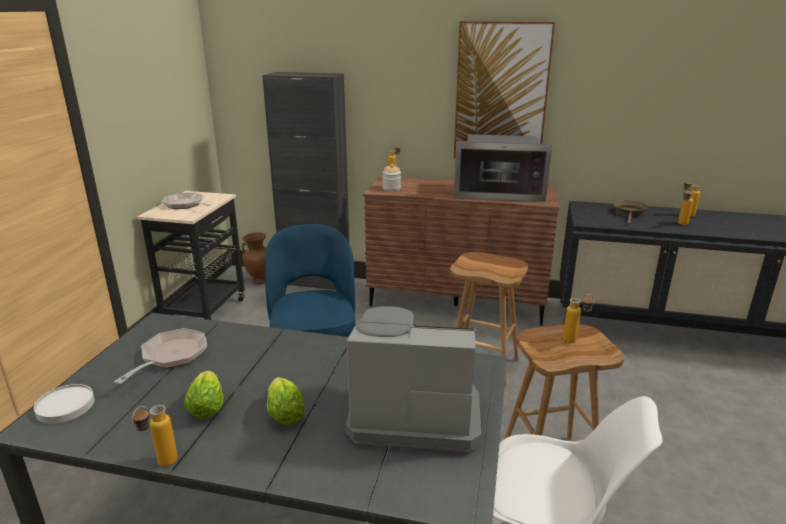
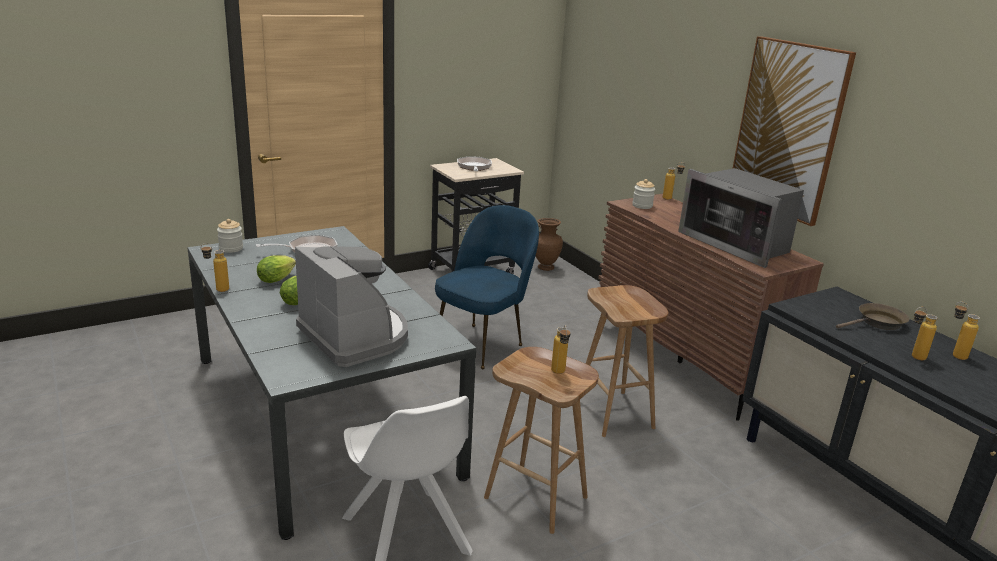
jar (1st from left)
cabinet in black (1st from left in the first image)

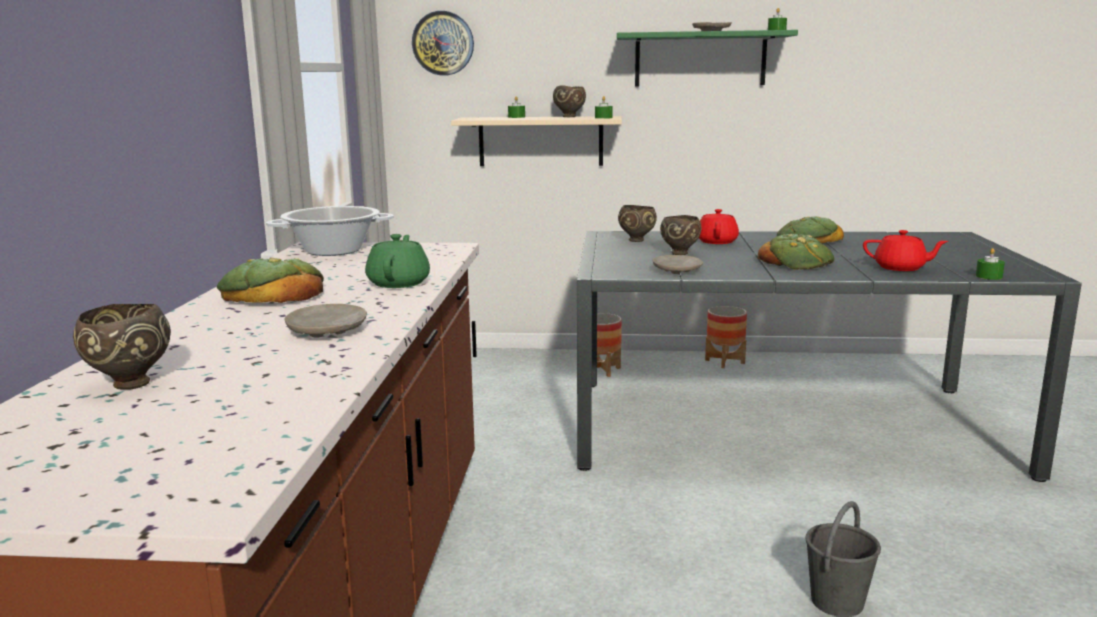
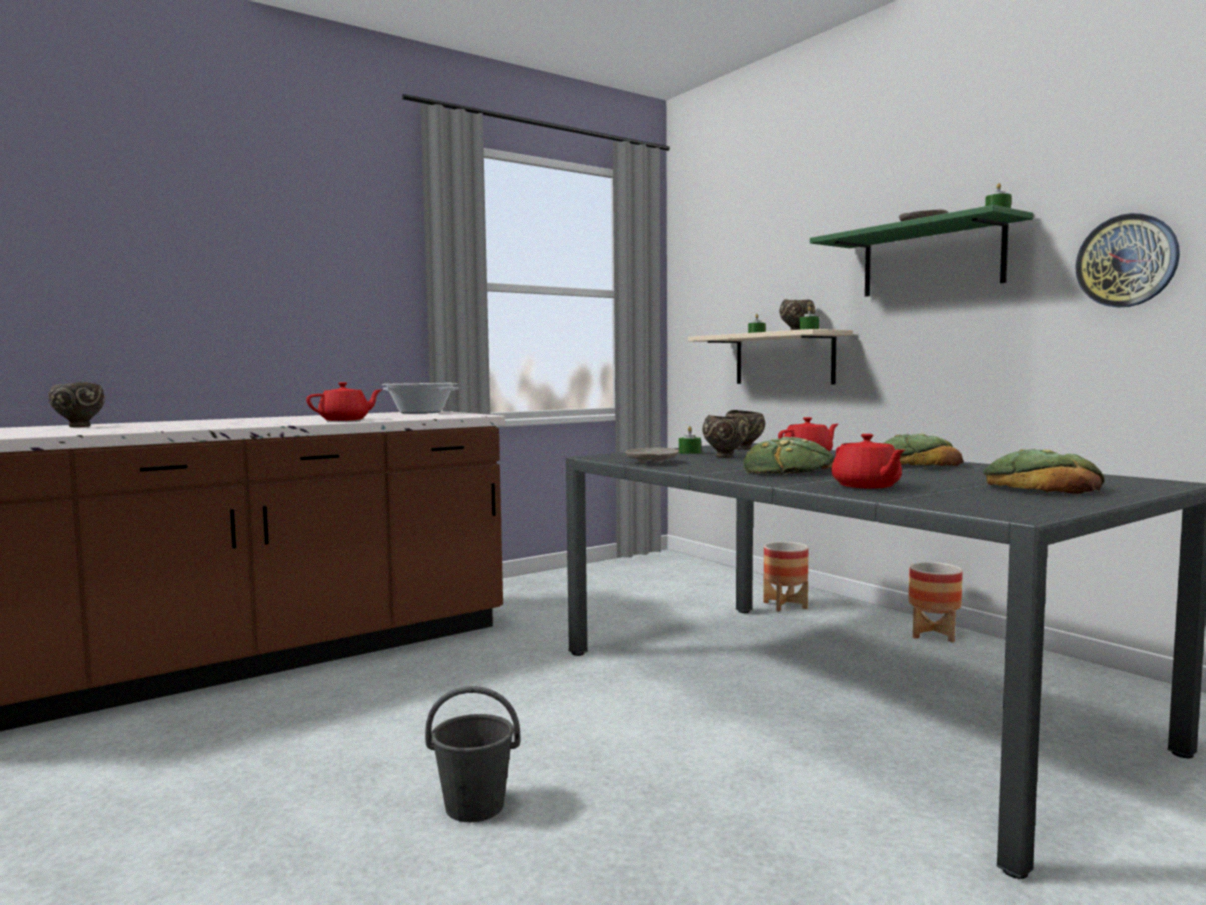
bread (3rd from left)
plate in beige (1st from left in the first image)
teapot in red (1st from left)
wall clock
candle in green (1st from left)

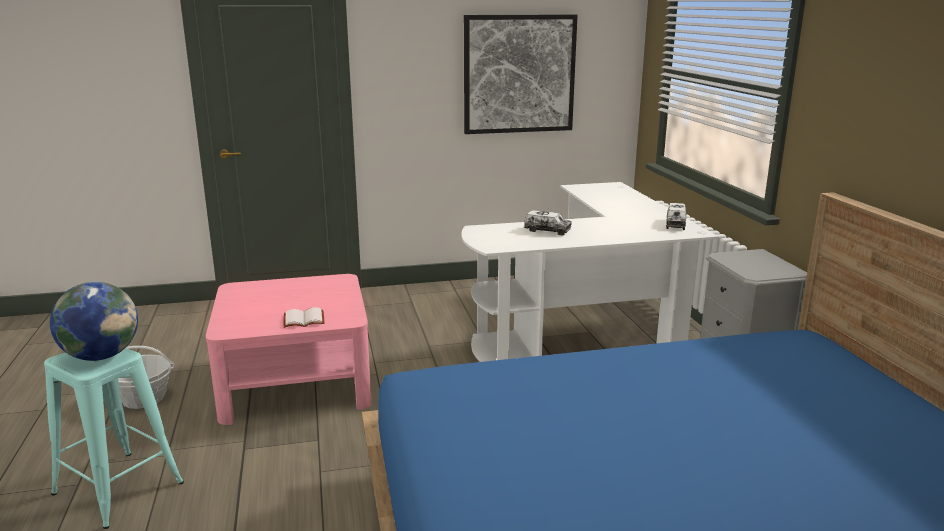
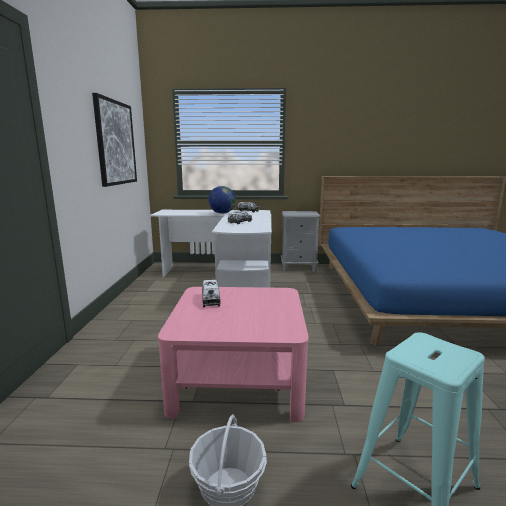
globe
book in white
toy truck (1st from left)

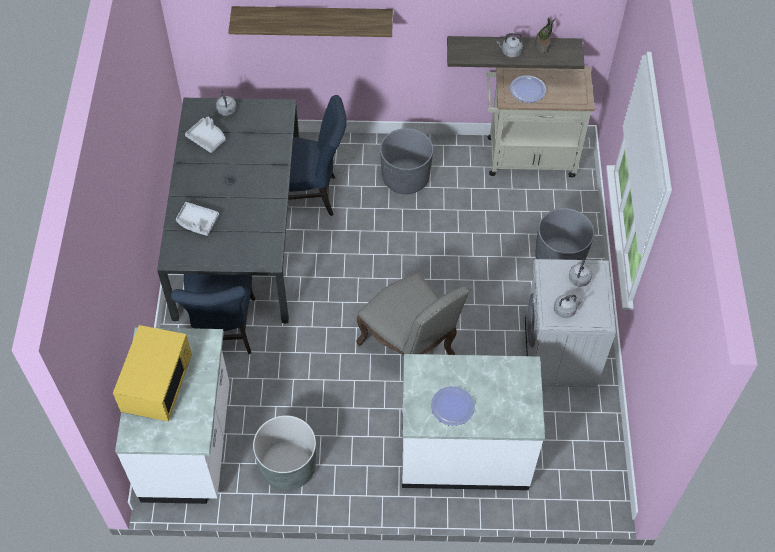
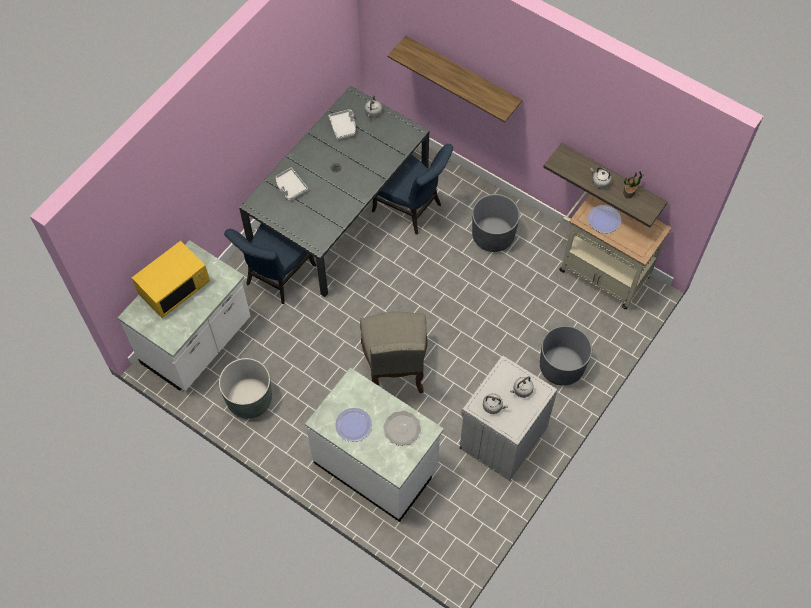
plate (2nd from left)

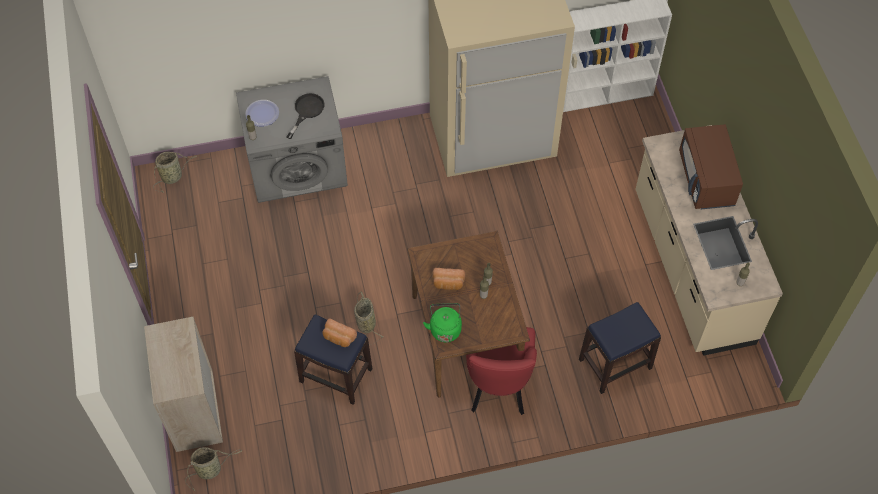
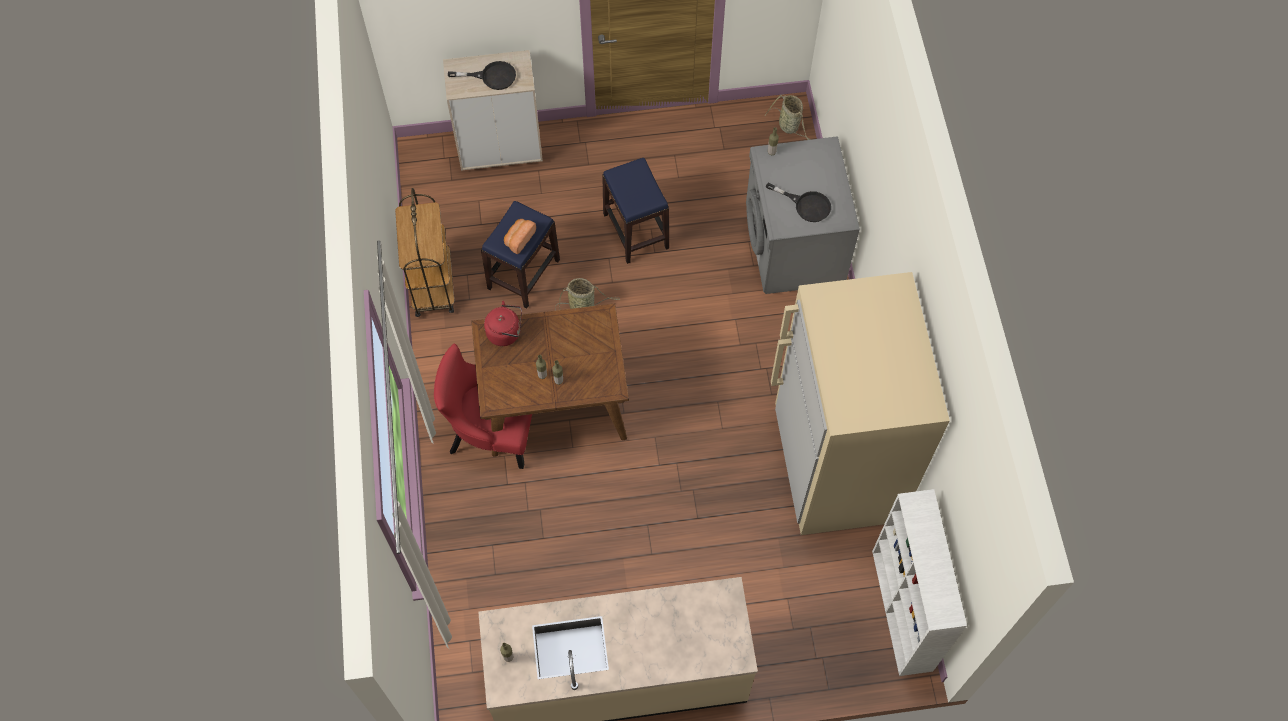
basket (2nd from left in the first image)
plate
kettle in red
bread (2nd from left in the first image)
stool (2nd from left)
microwave in brown
cart in brown
frying pan in black (1st from left)

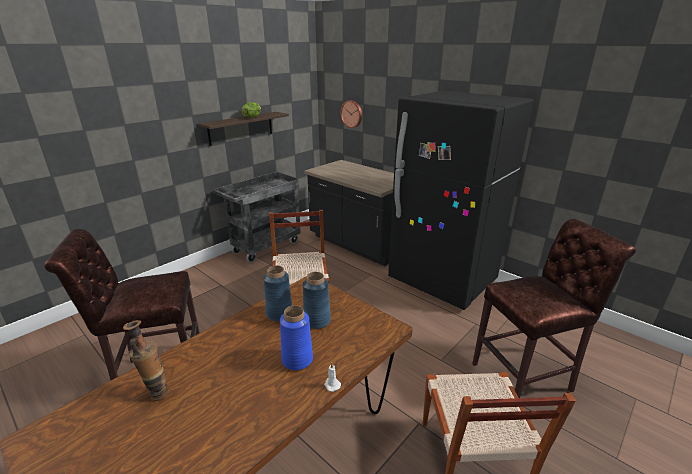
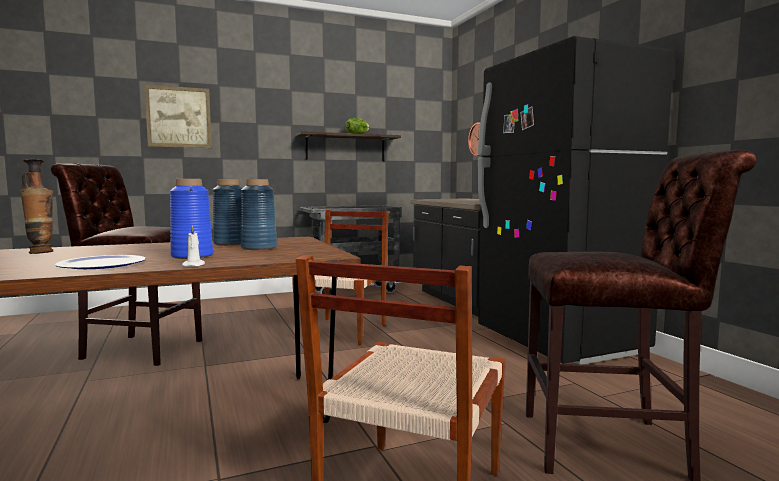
plate
picture

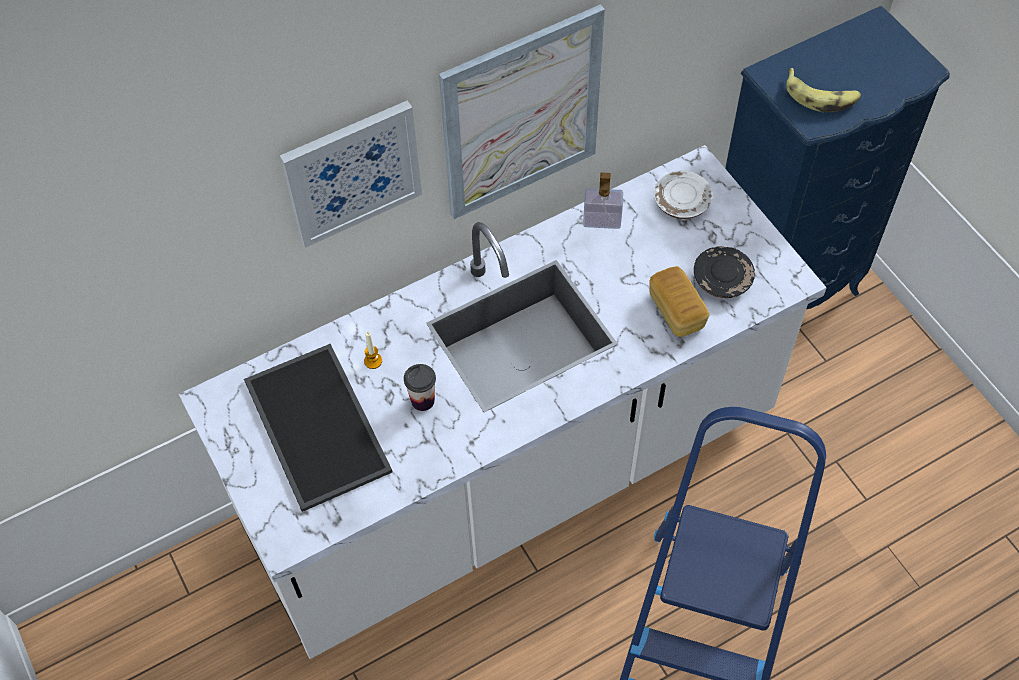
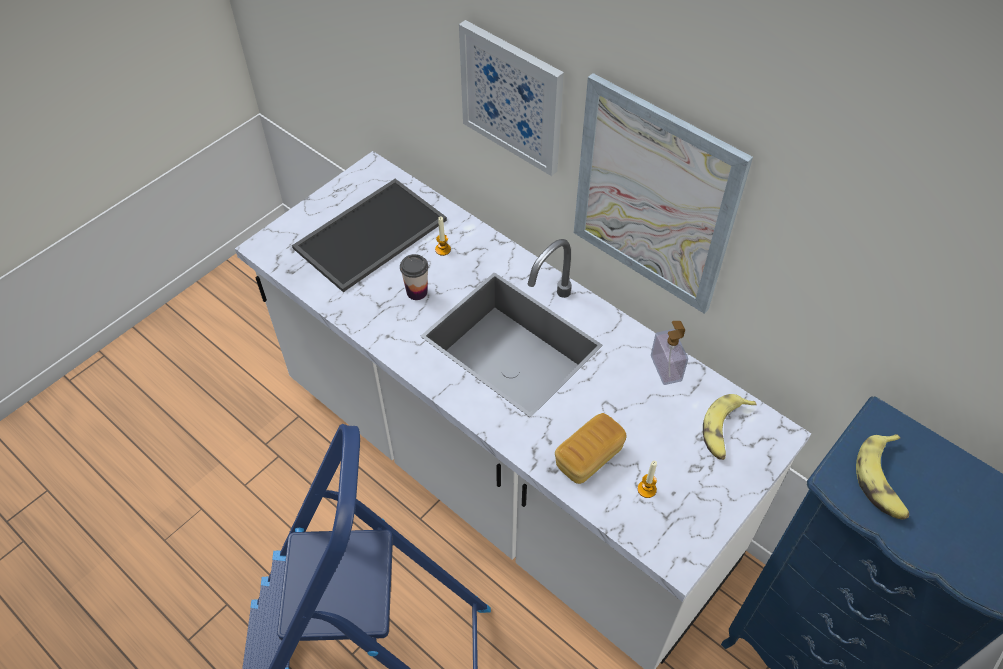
banana (1st from left)
candle (2nd from left)

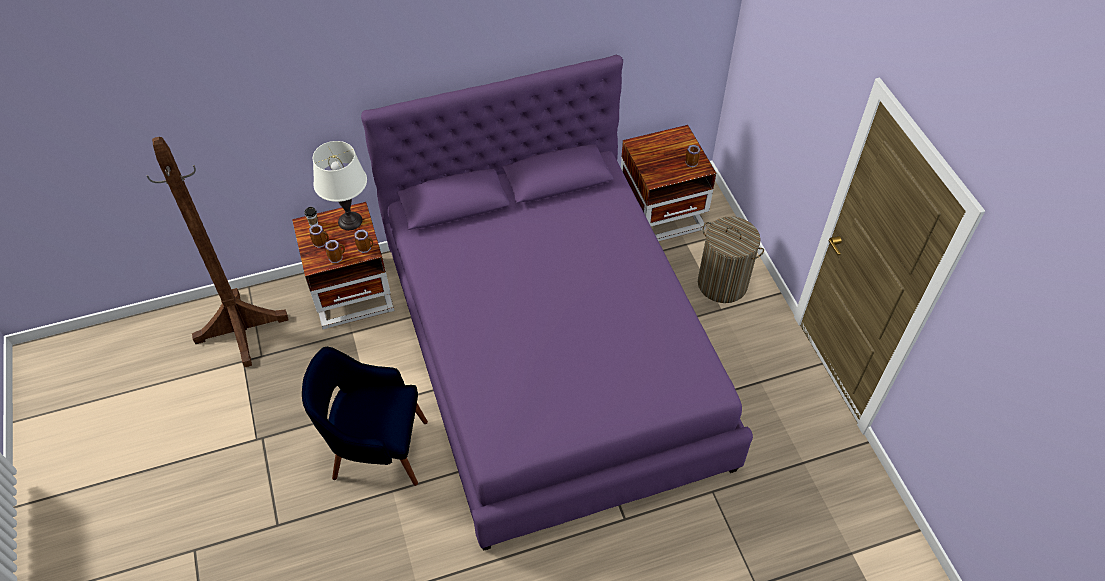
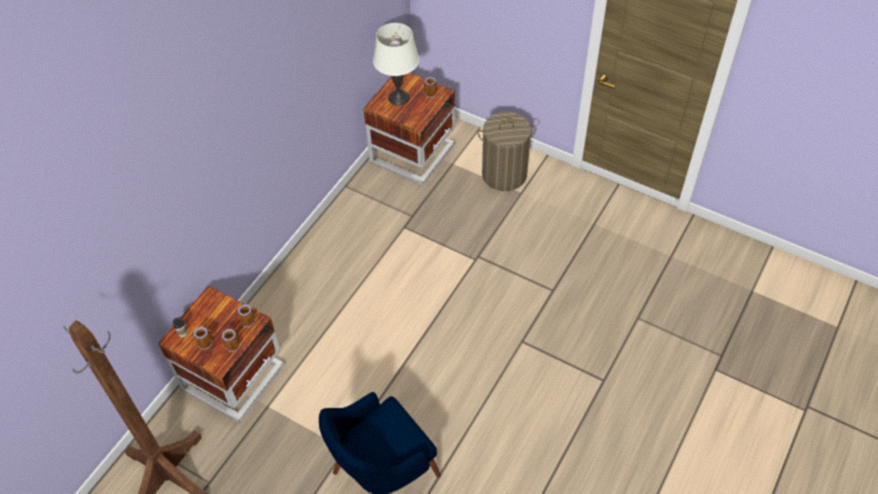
table lamp in white
bed in purple

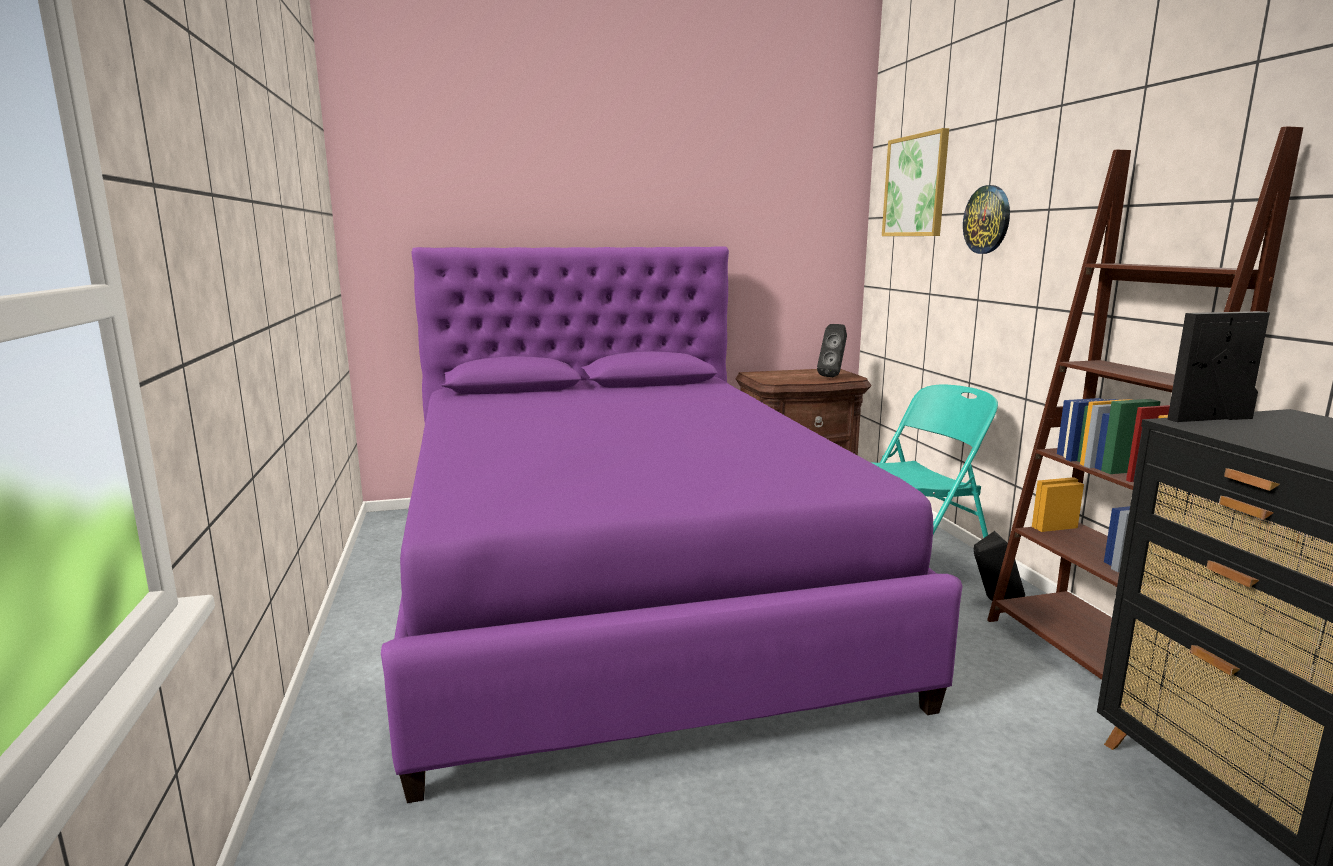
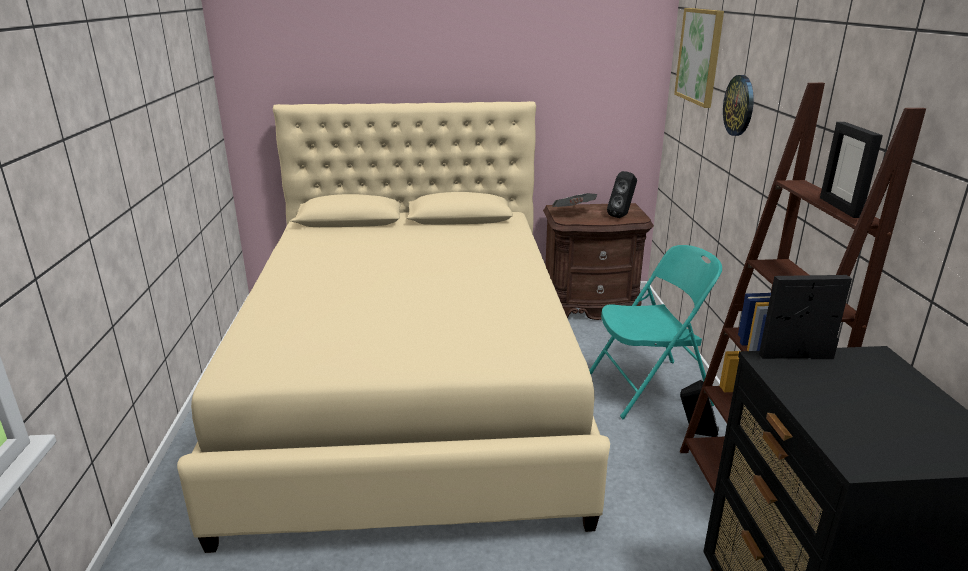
bed in beige
newspaper
picture frame (2nd from left)

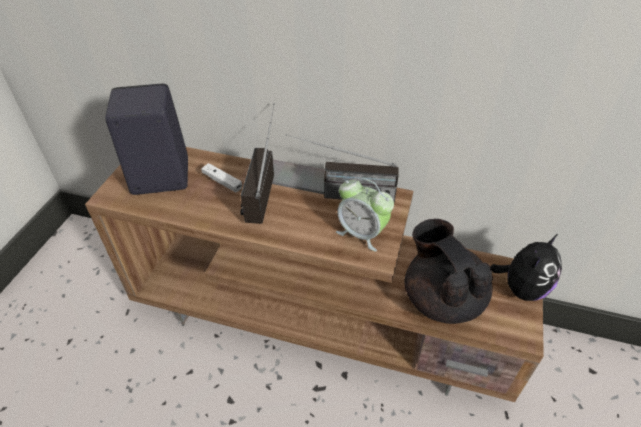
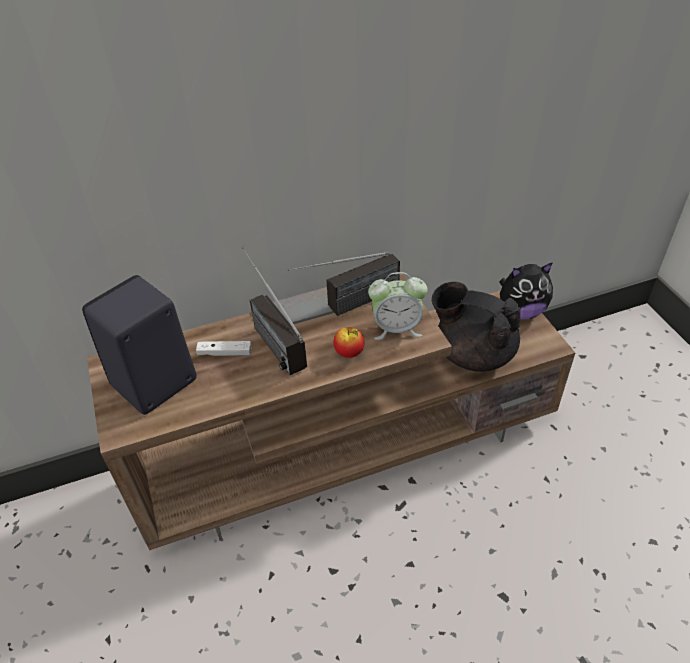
plush toy
apple

